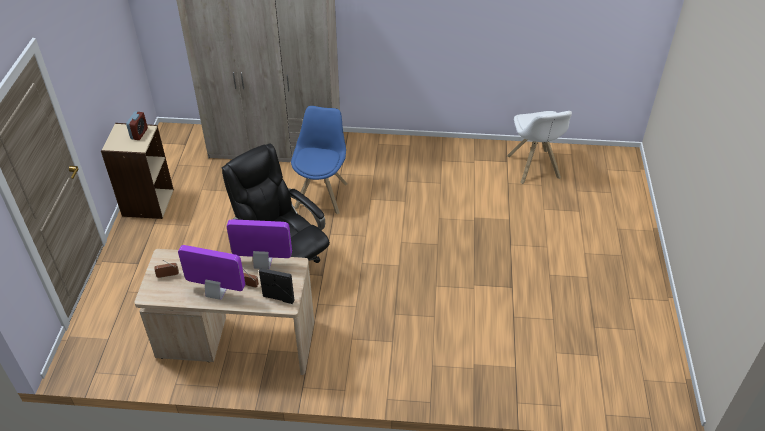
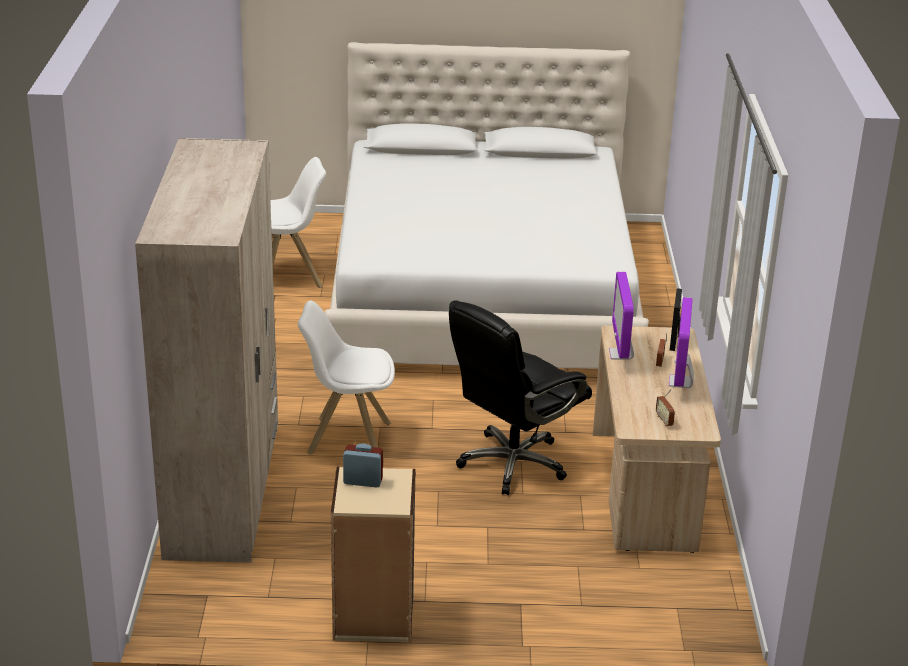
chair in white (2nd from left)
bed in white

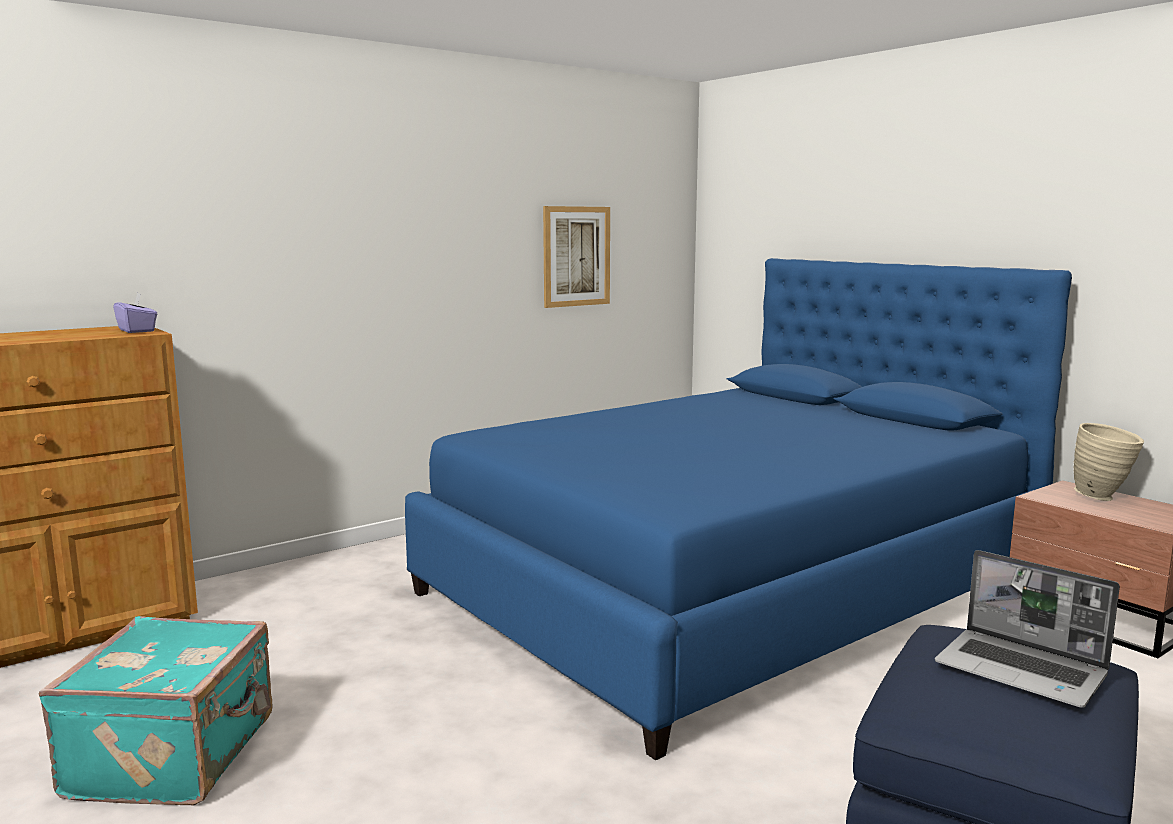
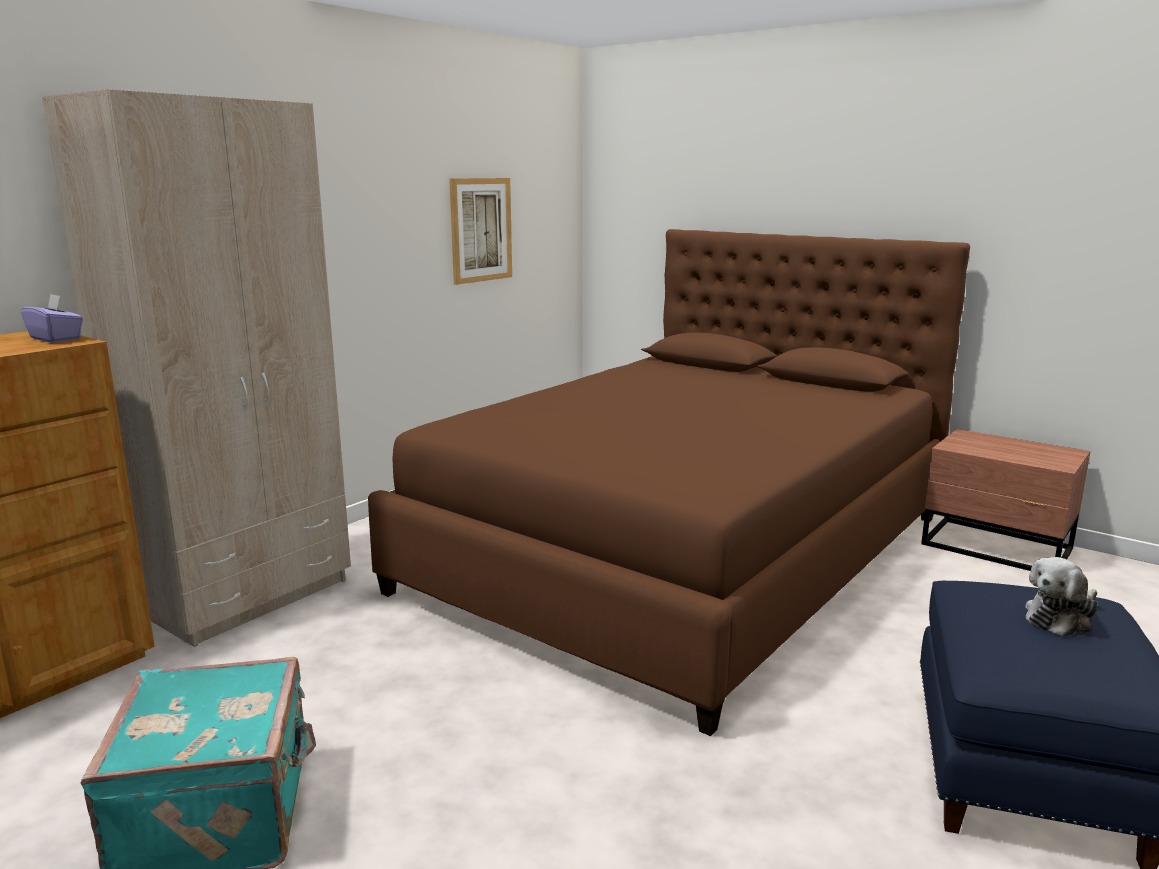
bed in brown
plush toy
vase in beige
wardrobe in beige

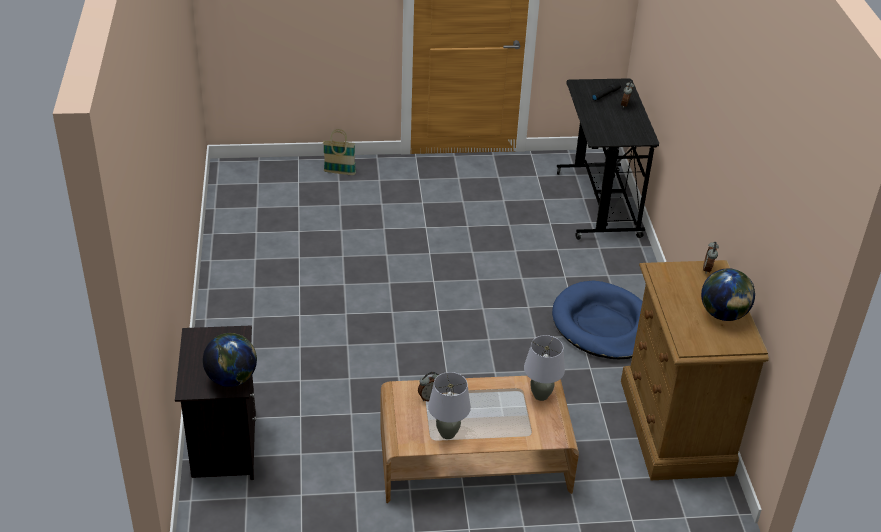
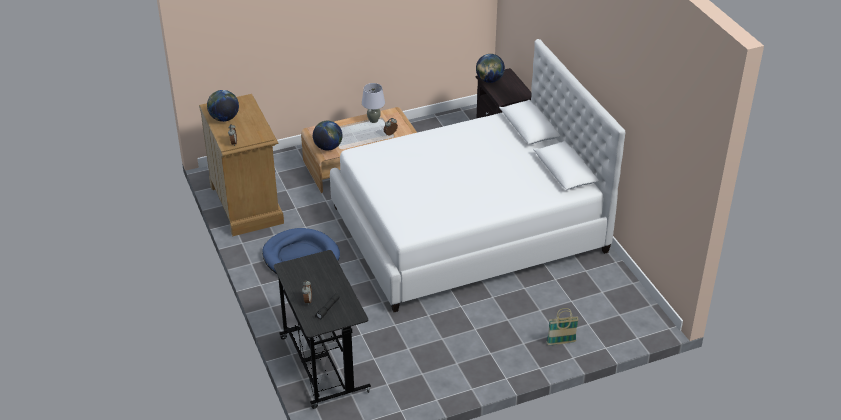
globe (2nd from left)
bed in white

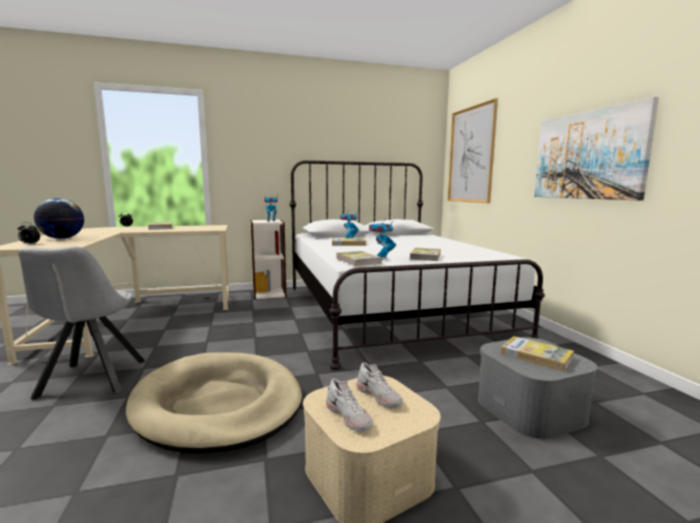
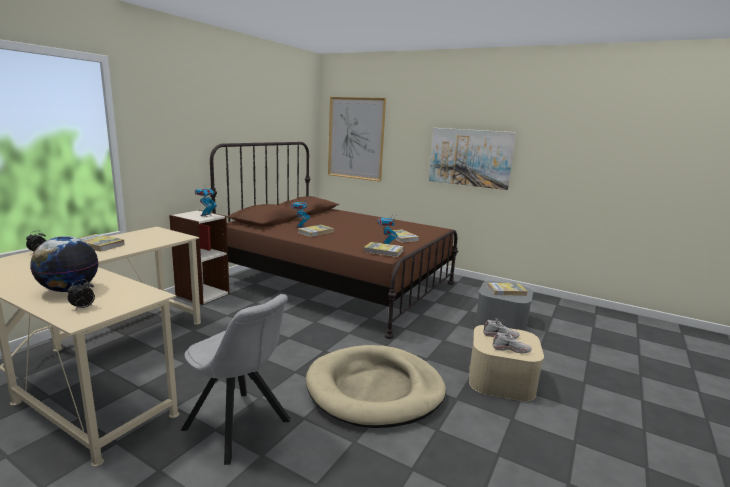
bed in brown

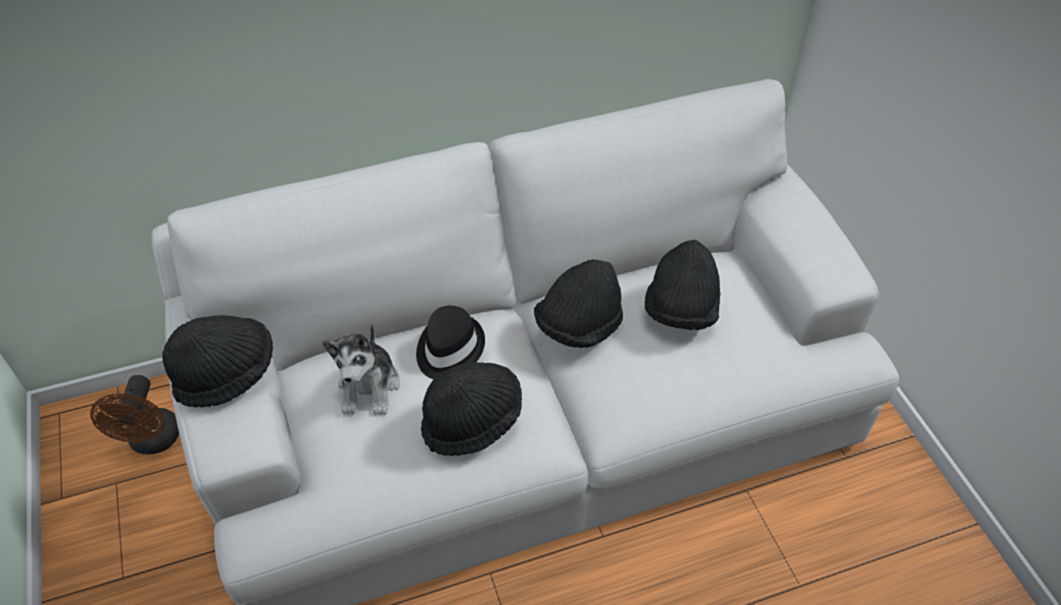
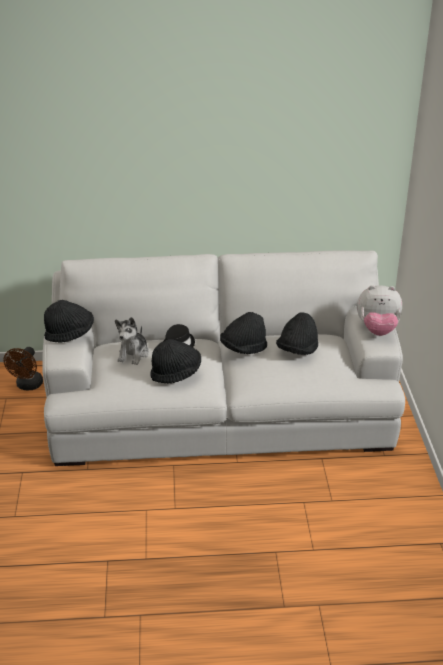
plush toy (2nd from left)

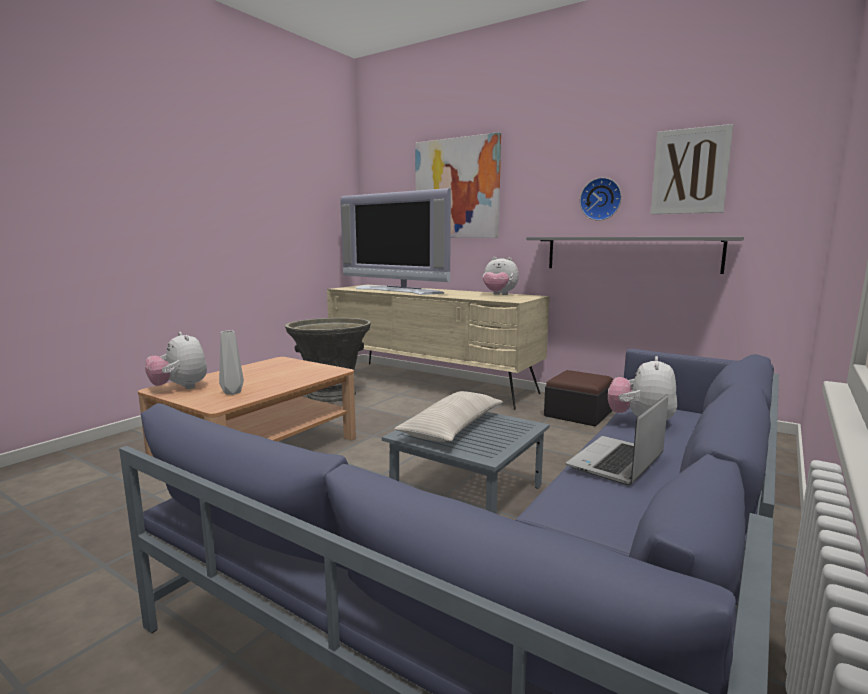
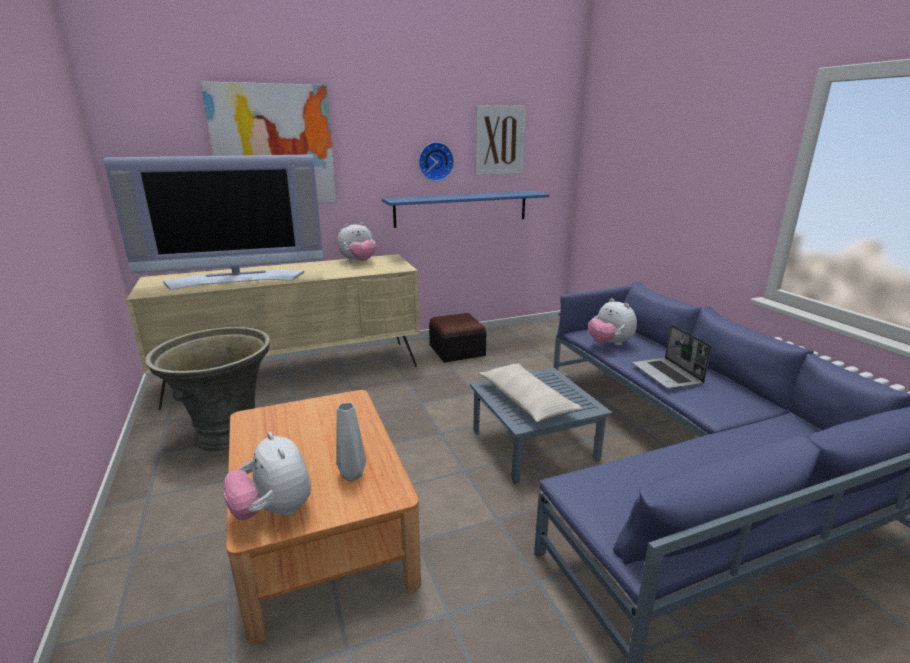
plush toy (1st from left)
shelf in blue

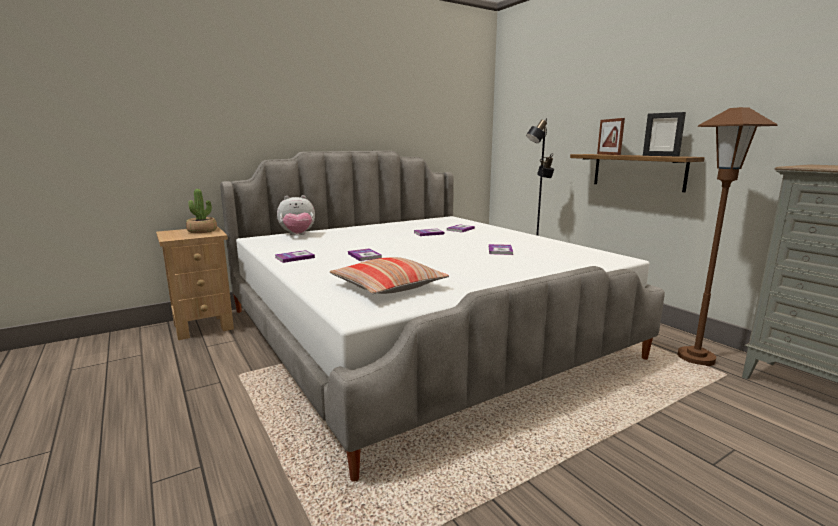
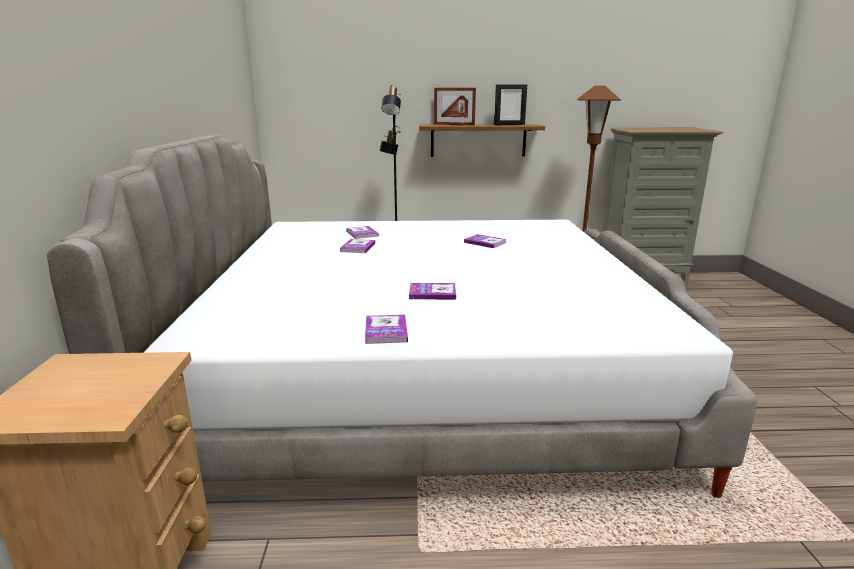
potted plant
plush toy
pillow

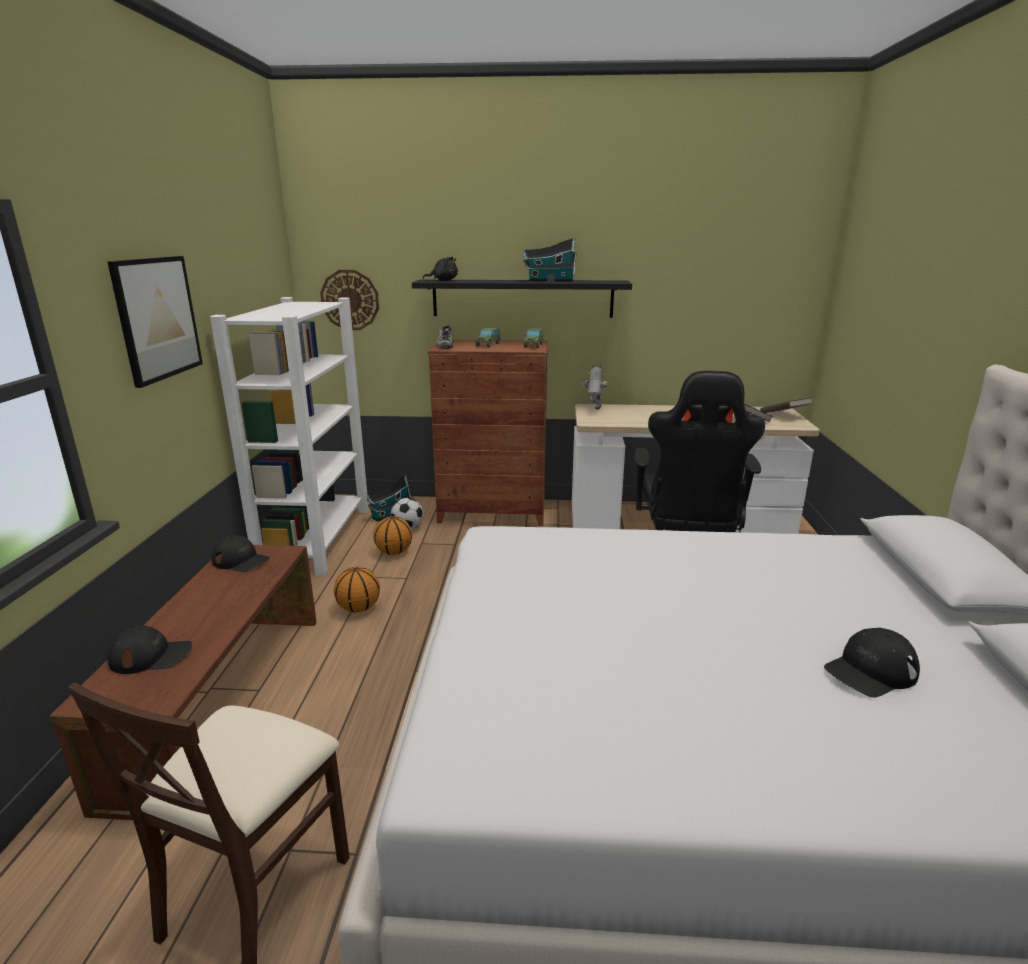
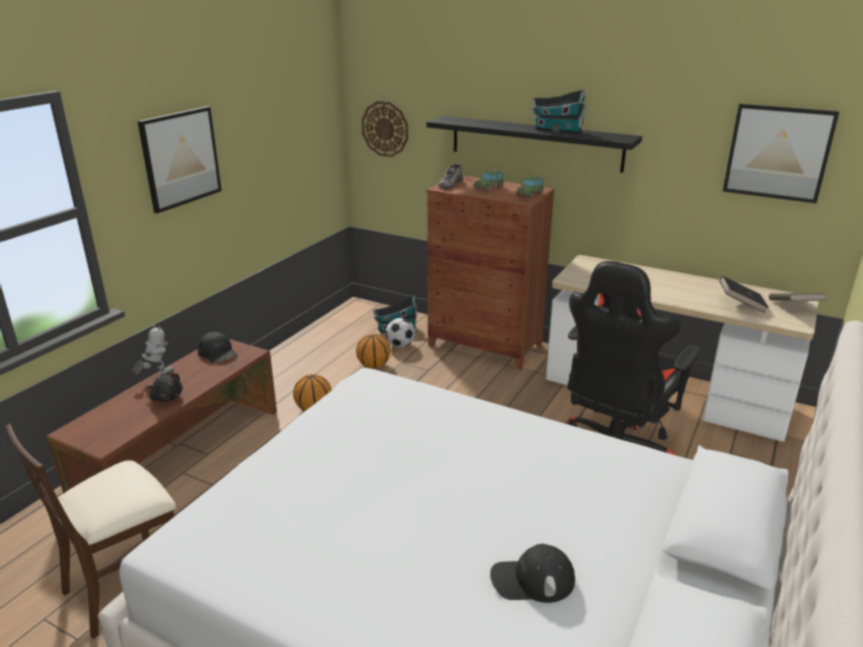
cap in black (1st from left in the first image)
bookcase in white
plush toy in black
toy robot
picture (2nd from left)

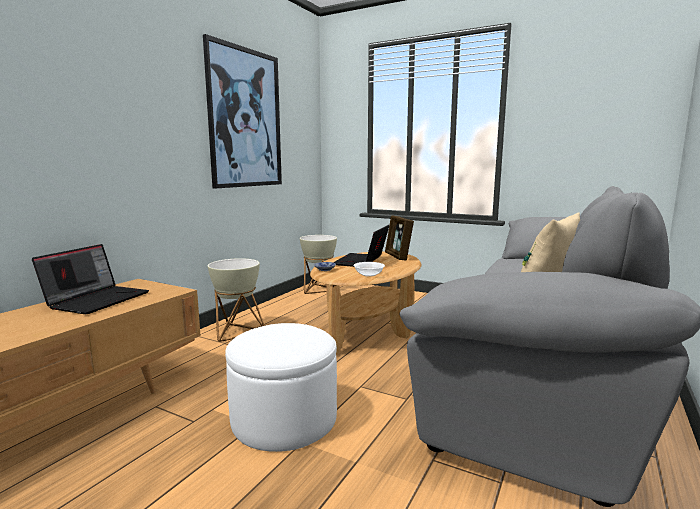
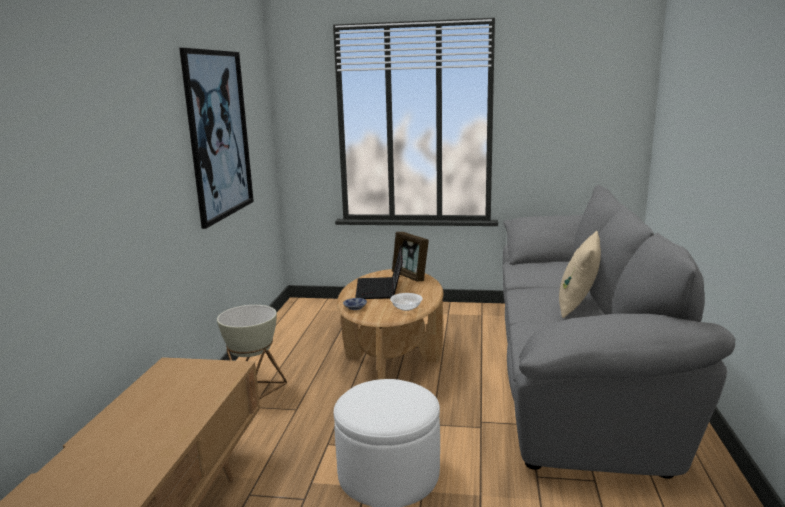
laptop (1st from left in the first image)
planter (2nd from left in the first image)

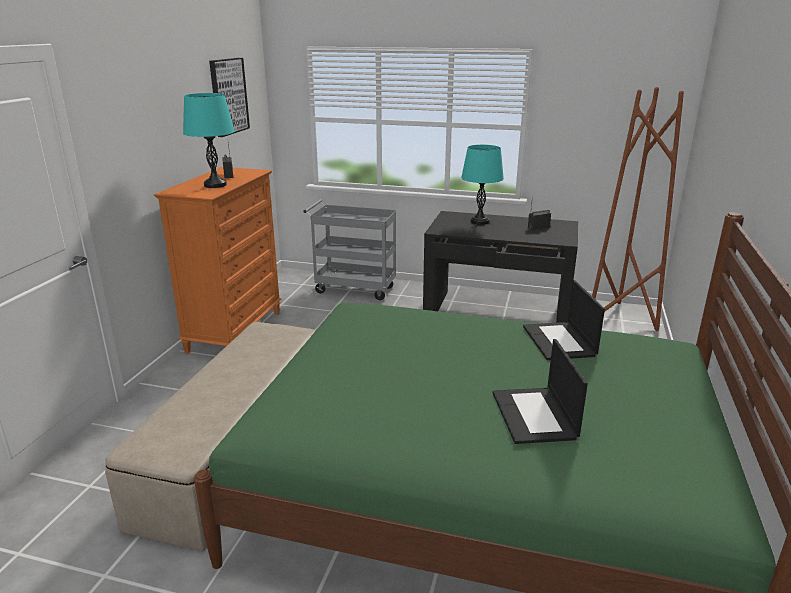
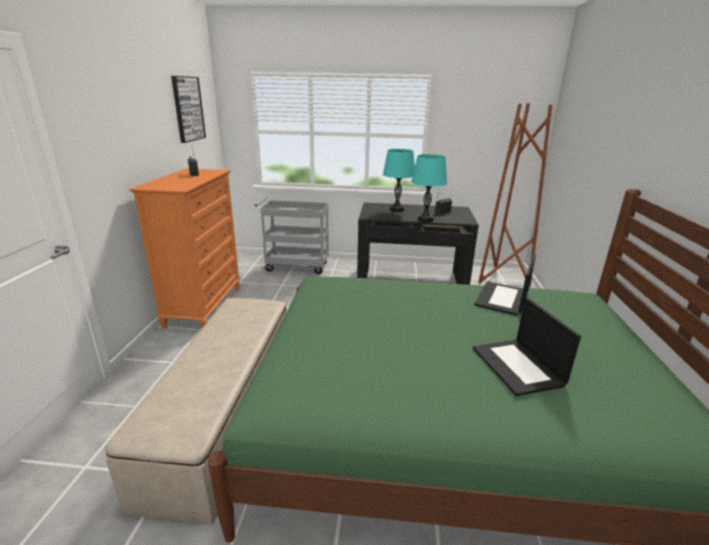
table lamp in turquoise (2nd from left)
laptop (1st from left)

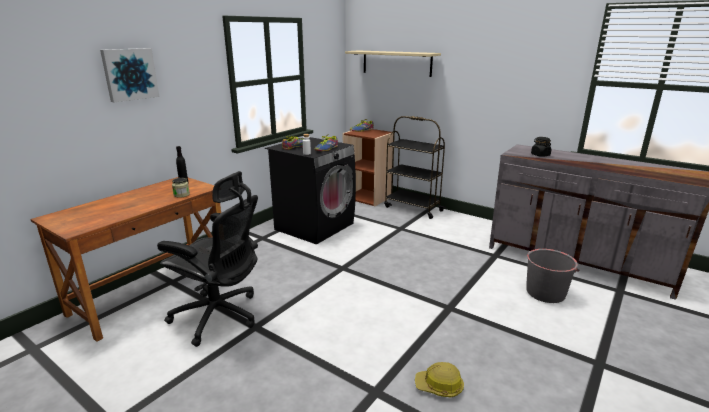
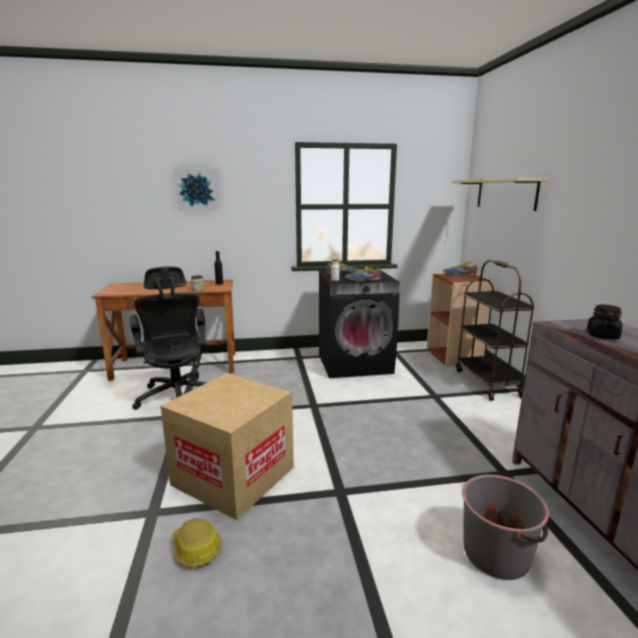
cardboard box

